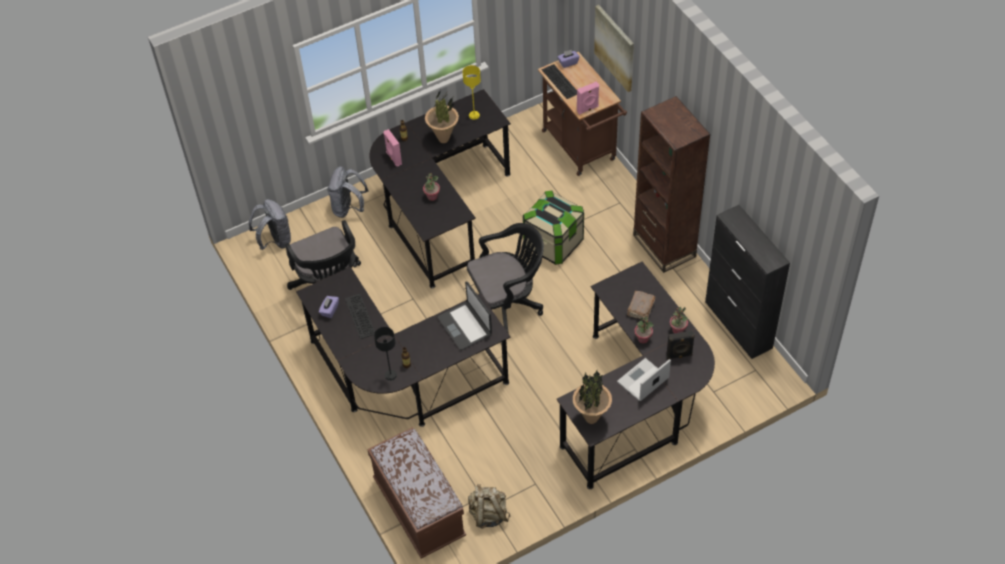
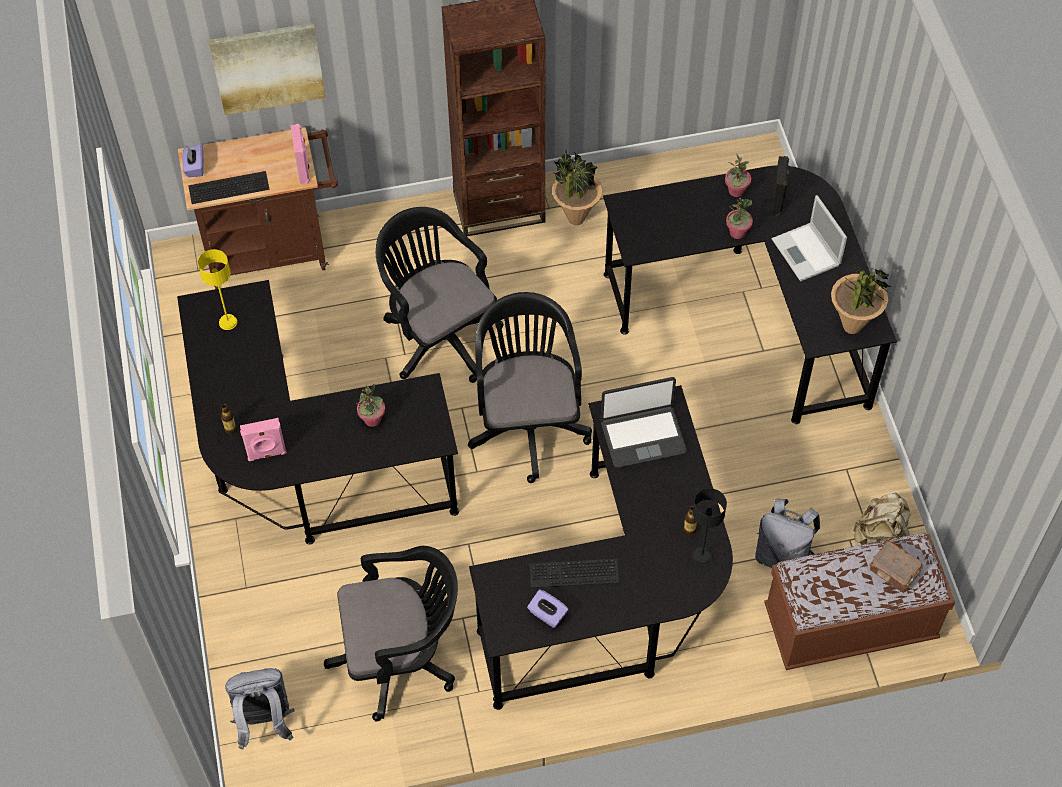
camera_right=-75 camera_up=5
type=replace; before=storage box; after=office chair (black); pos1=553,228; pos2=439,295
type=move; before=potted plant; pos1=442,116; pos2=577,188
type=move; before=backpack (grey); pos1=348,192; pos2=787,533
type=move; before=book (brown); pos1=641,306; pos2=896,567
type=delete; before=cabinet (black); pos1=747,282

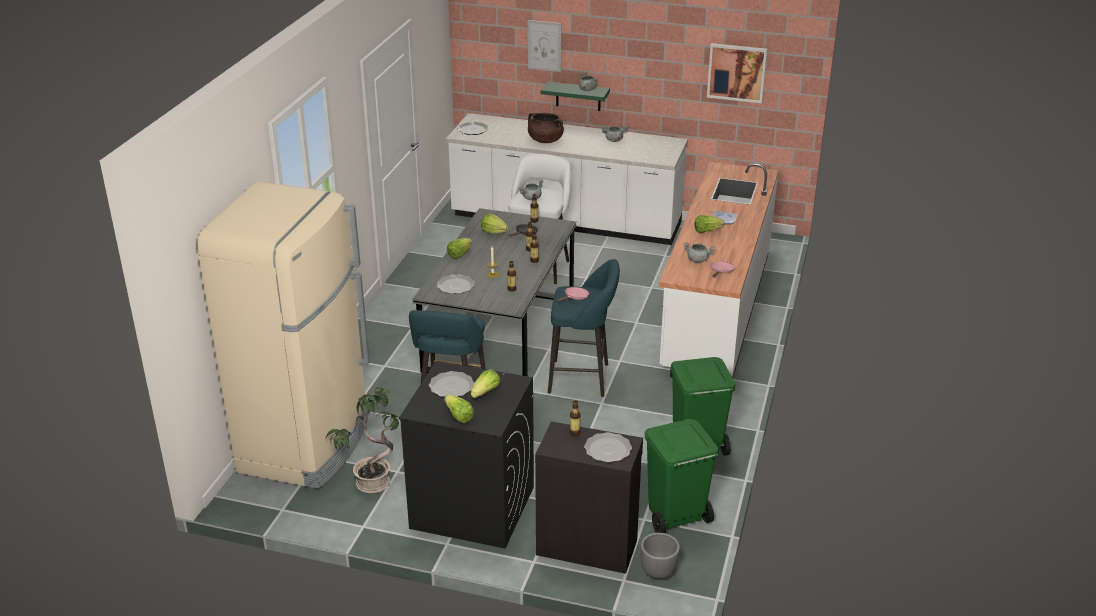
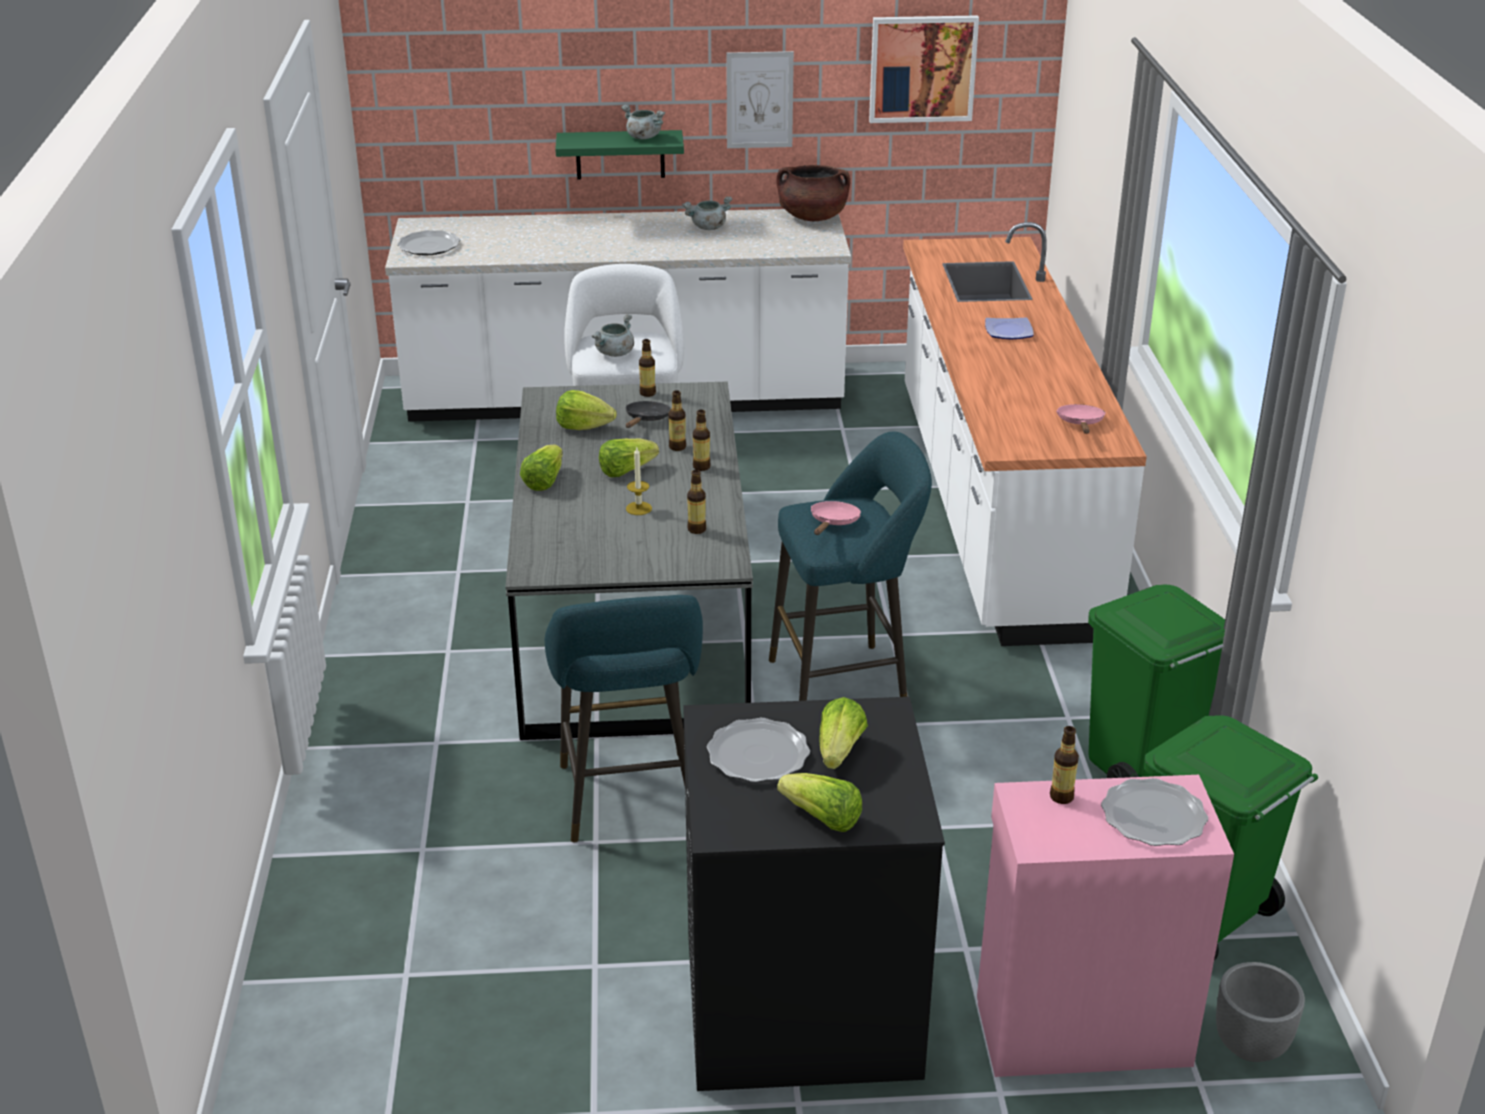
camera_right=-20 camera_up=0
type=move; before=lettuce; pos1=709,224; pos2=629,457
type=move; before=picture; pos1=544,46; pos2=760,99
type=move; before=cooking pot (brown); pos1=546,128; pos2=813,193
type=recolor; before=cabinet (black); after=cabinet (pink); pos1=589,497; pos2=1105,926
type=delete; before=fridge (beige); pos1=283,335
type=delete; before=potted plant; pos1=363,440
type=delete; before=plate; pos1=456,284
type=delete; before=cooking pot (grey); pos1=699,252

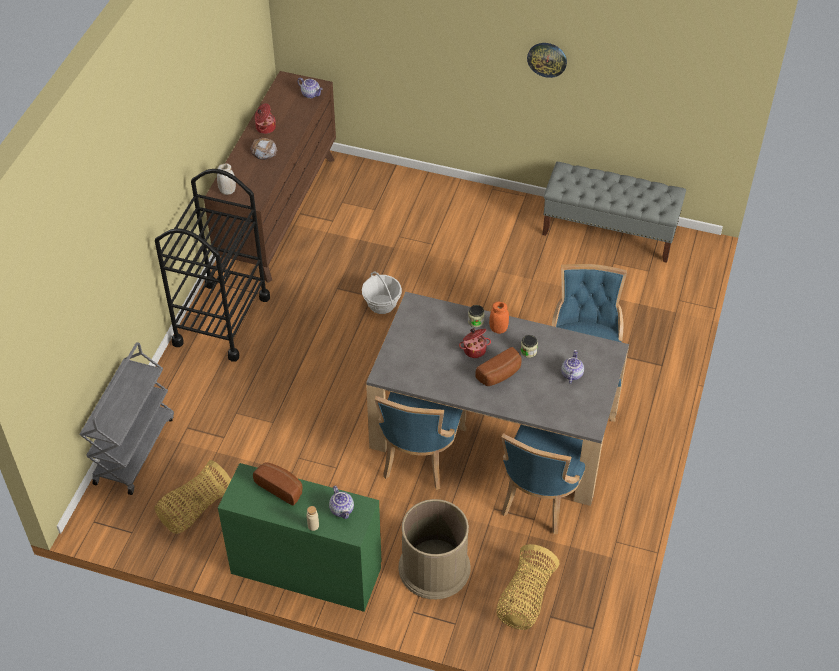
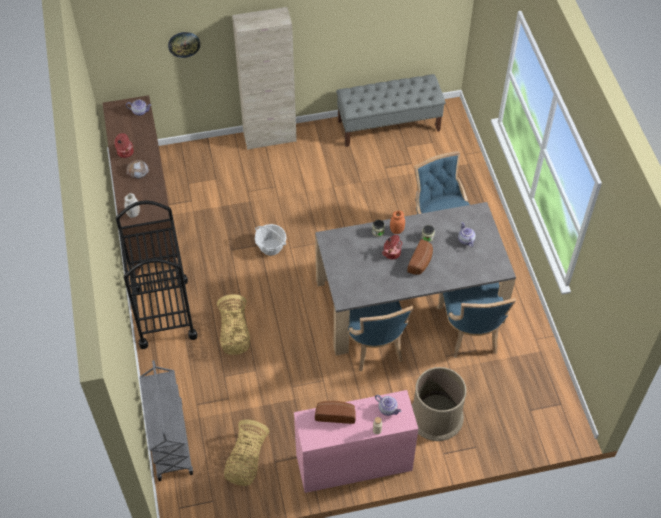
camera_right=-30 camera_up=5
type=move; before=wall clock; pos1=547,60; pos2=184,45
type=move; before=basket; pos1=528,587; pos2=233,324
type=insert; after=cabinet (beige); pos2=264,78
type=recolor; before=desk (green); after=desk (pink); pos1=300,537; pos2=356,441

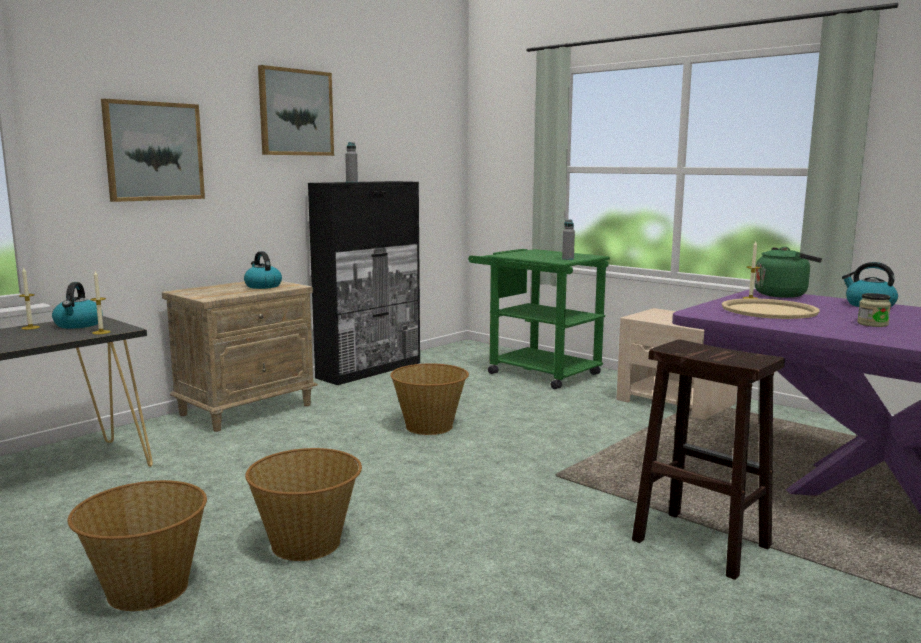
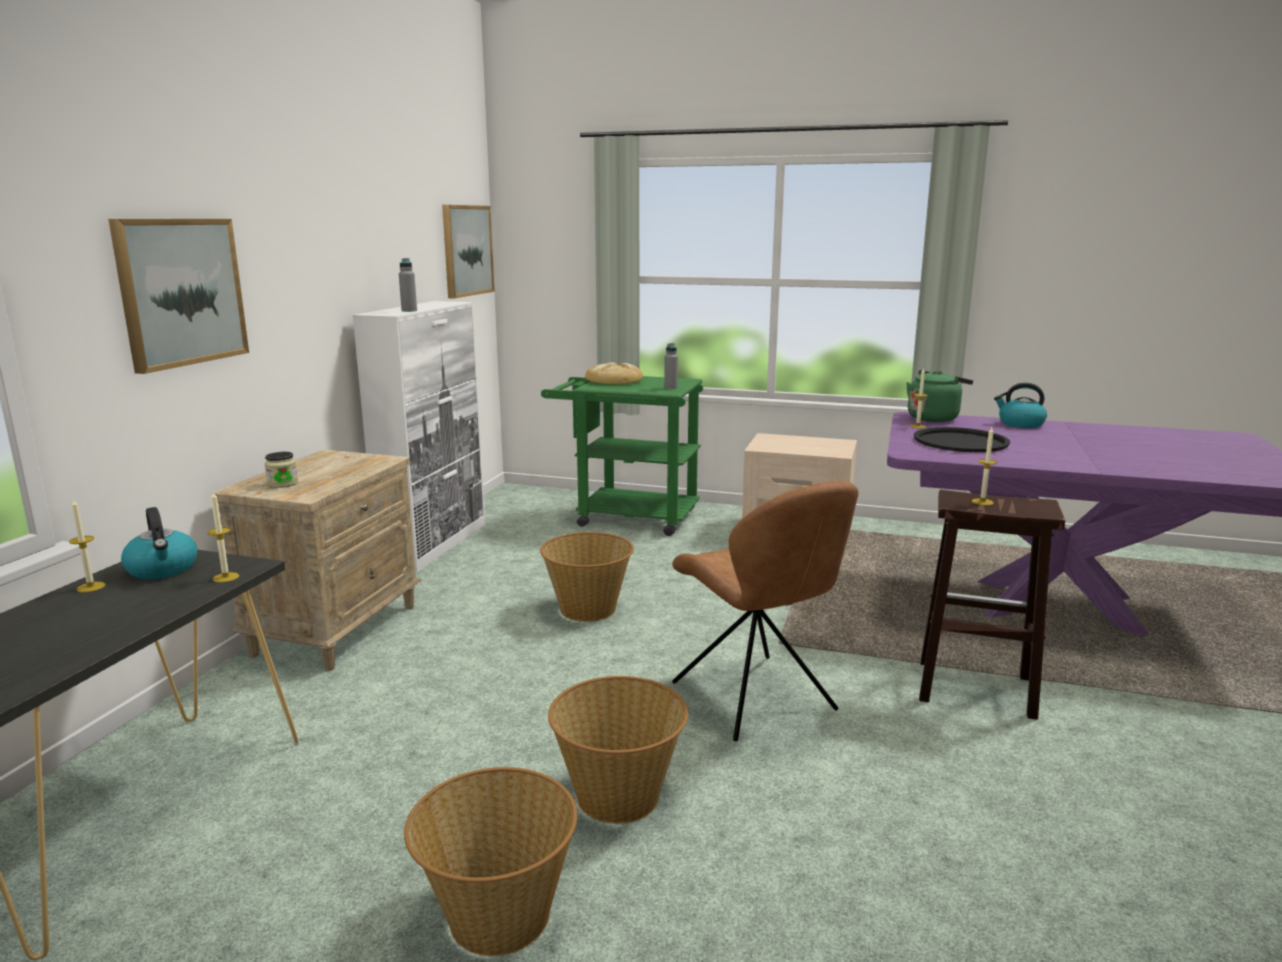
camera_right=-25 camera_up=5
type=move; before=jar; pos1=874,310; pos2=281,470
type=recolor; before=cabinet (black); after=cabinet (white); pos1=364,283; pos2=419,436
type=move; before=picture; pos1=296,110; pos2=468,251
type=insert; after=bread; pos2=614,373
type=insert; after=chair (brown); pos2=765,611
type=recolor; before=tray (beige); after=tray (black); pos1=771,308; pos2=962,439
type=insert; after=candle; pos2=984,466
type=delete; before=kettle; pos1=263,270

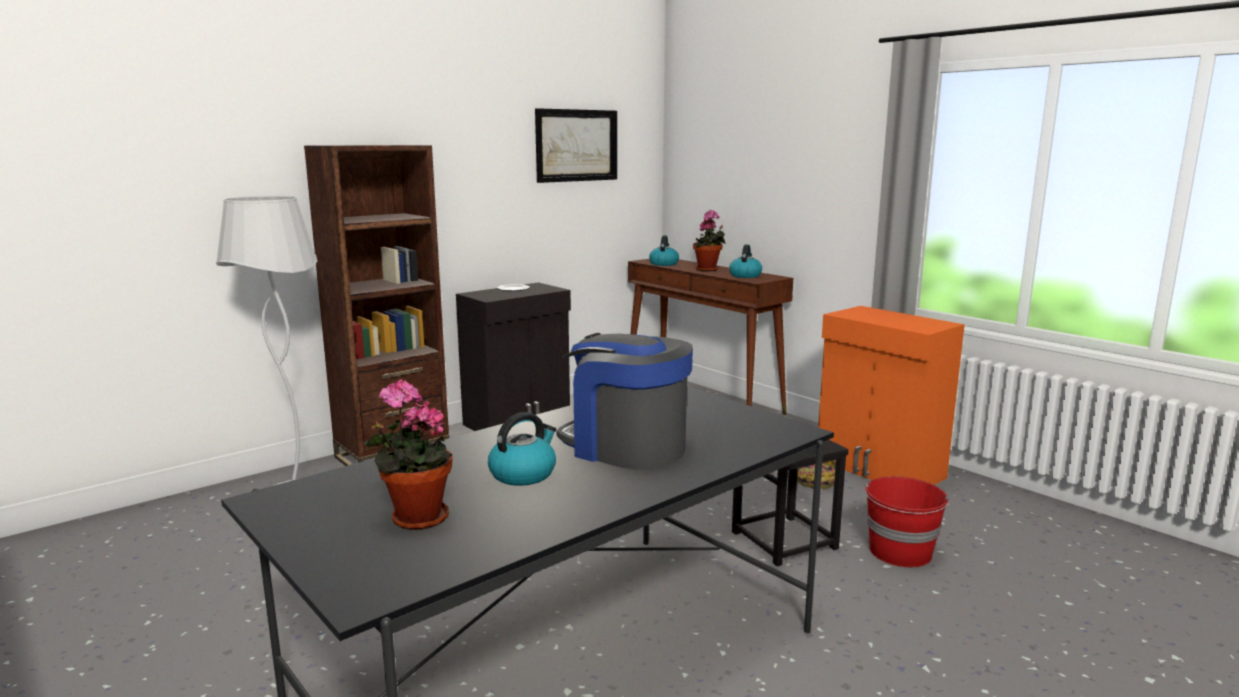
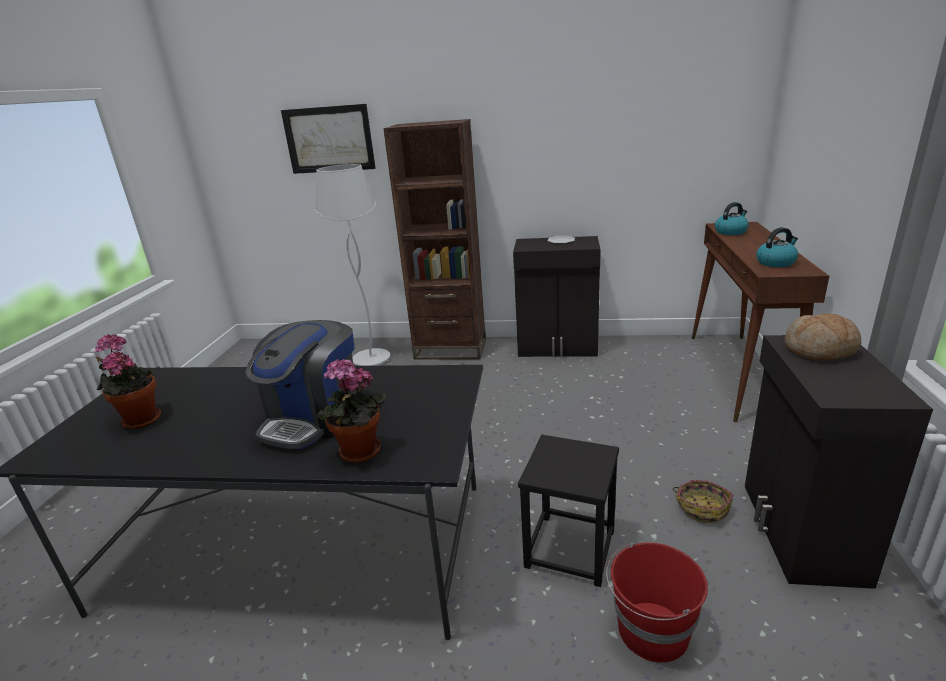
camera_right=50 camera_up=10
type=rotate; before=coffee machine; pos1=625,401; pos2=301,384; turn=-150
type=move; before=picture; pos1=576,145; pos2=328,139
type=move; before=potted plant; pos1=709,241; pos2=351,411
type=recolor; before=cabinet (orange); after=cabinet (black); pos1=891,395; pos2=839,462
type=insert; after=bread; pos2=822,337
type=delete; before=kettle; pos1=522,449

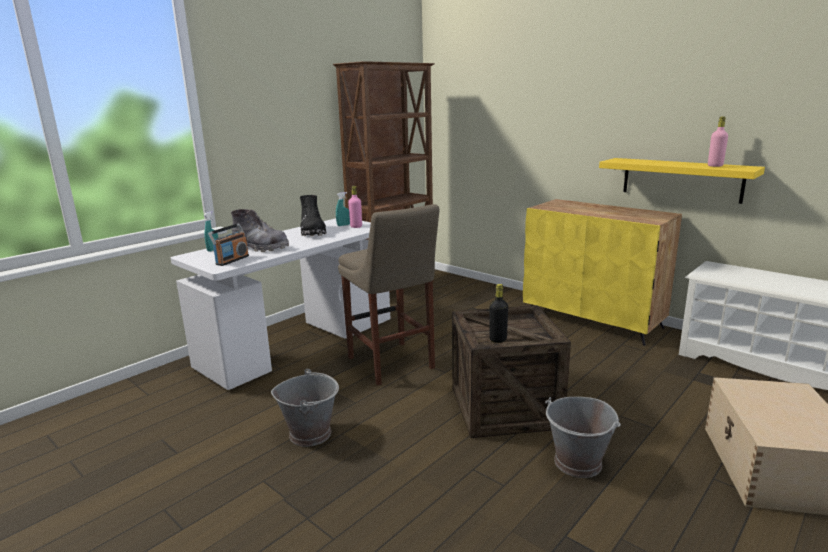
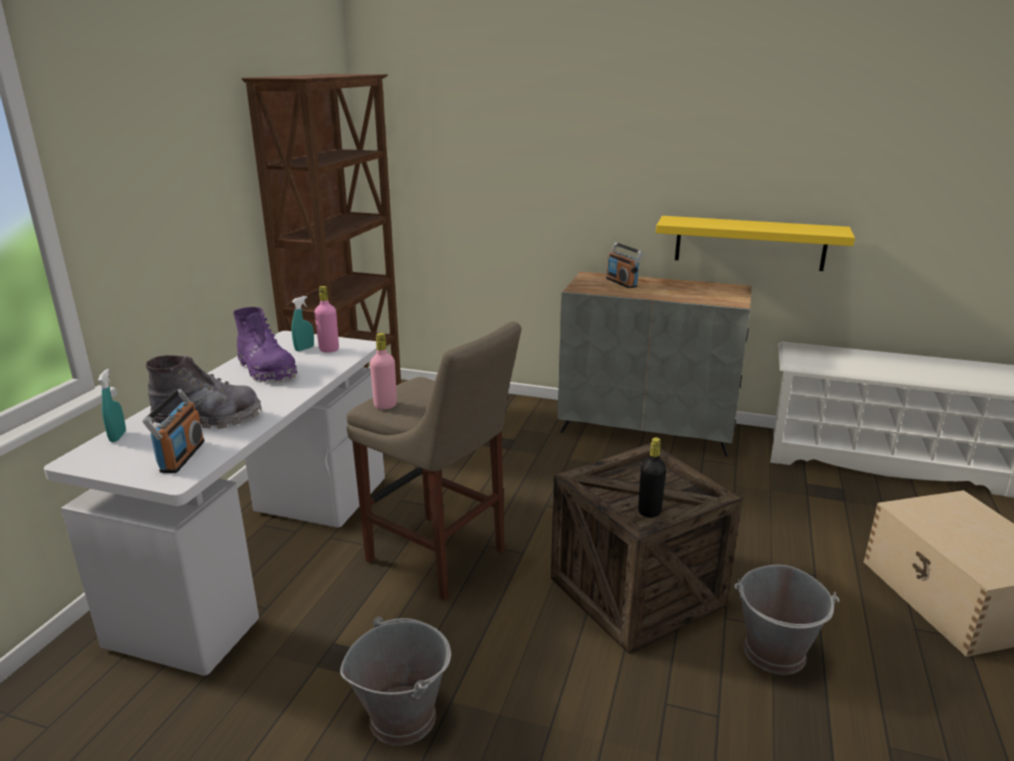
camera_right=-25 camera_up=5
type=recolor; before=boot (black); after=boot (purple); pos1=313,215; pos2=265,344
type=move; before=bottle (pink); pos1=718,141; pos2=383,371
type=recolor; before=cabinet (yellow); after=cabinet (grey); pos1=602,272; pos2=654,364
type=insert; after=radio; pos2=624,265

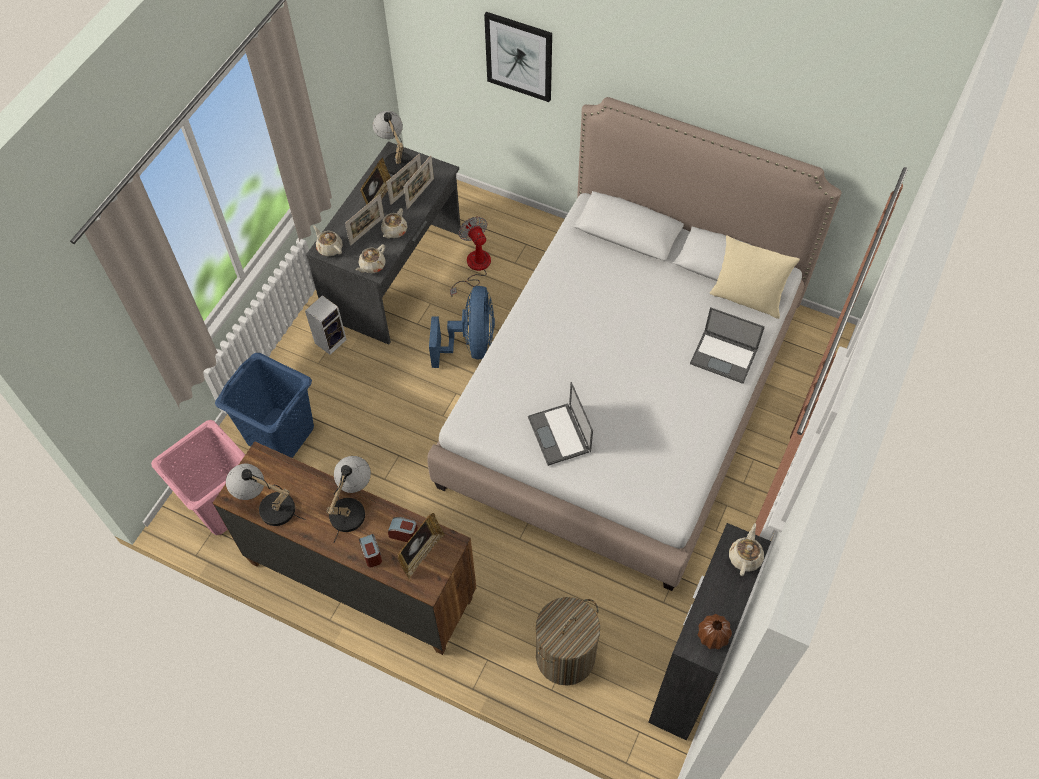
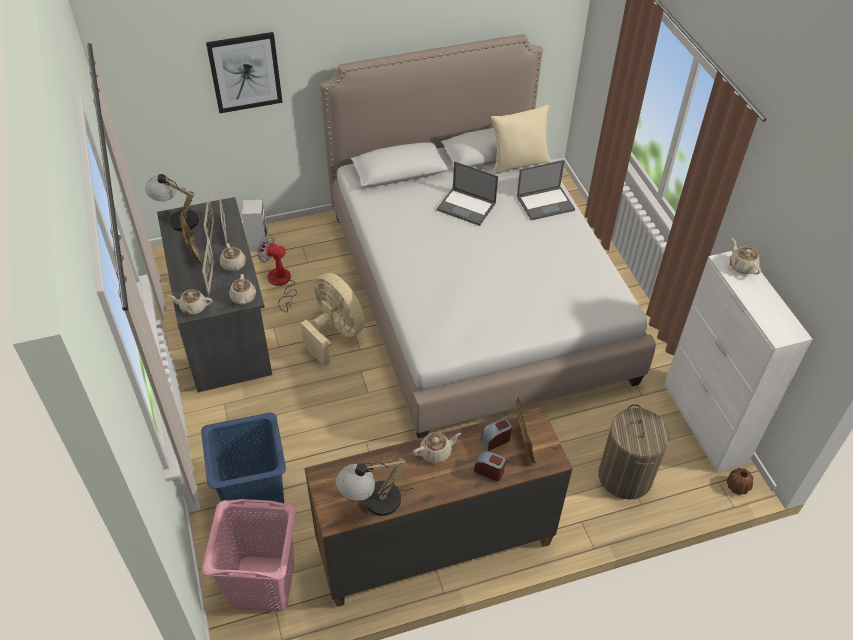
camera_right=-45 camera_up=-10
type=move; before=speaker; pos1=326,325; pos2=255,225
type=recolor; before=fan (blue); after=fan (beige); pos1=462,327; pos2=333,320
type=replace; before=table lamp; after=teapot (beige); pos1=348,499; pos2=437,448
type=move; before=laptop; pos1=560,424; pos2=467,193
type=recolor; before=cabinet (black); after=cabinet (white); pos1=709,632; pos2=738,361
type=move; before=vase (brown); pos1=715,632; pos2=739,481

